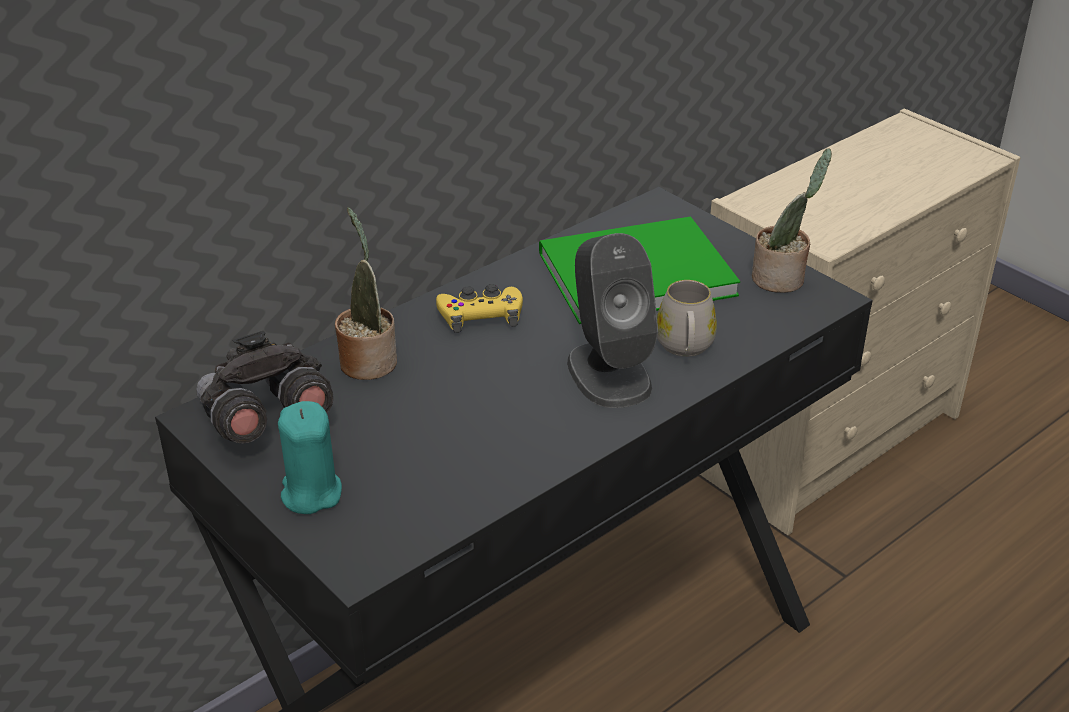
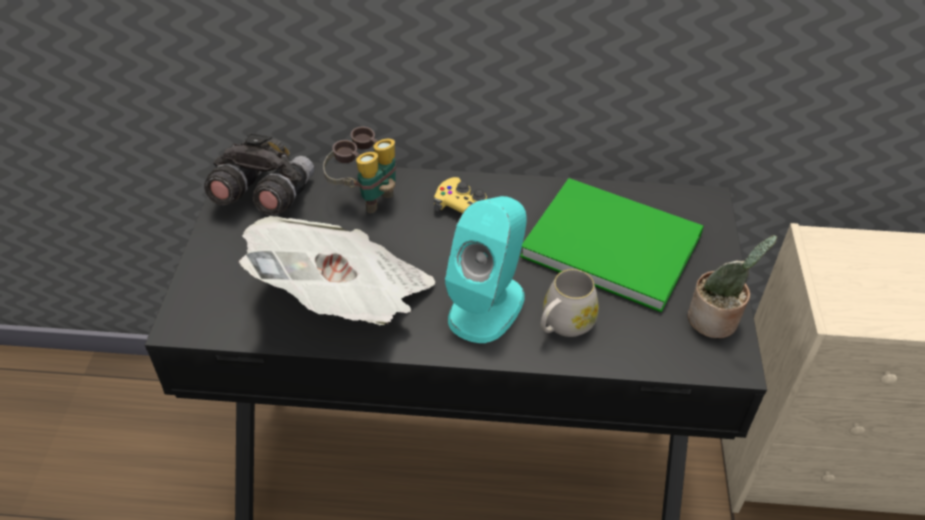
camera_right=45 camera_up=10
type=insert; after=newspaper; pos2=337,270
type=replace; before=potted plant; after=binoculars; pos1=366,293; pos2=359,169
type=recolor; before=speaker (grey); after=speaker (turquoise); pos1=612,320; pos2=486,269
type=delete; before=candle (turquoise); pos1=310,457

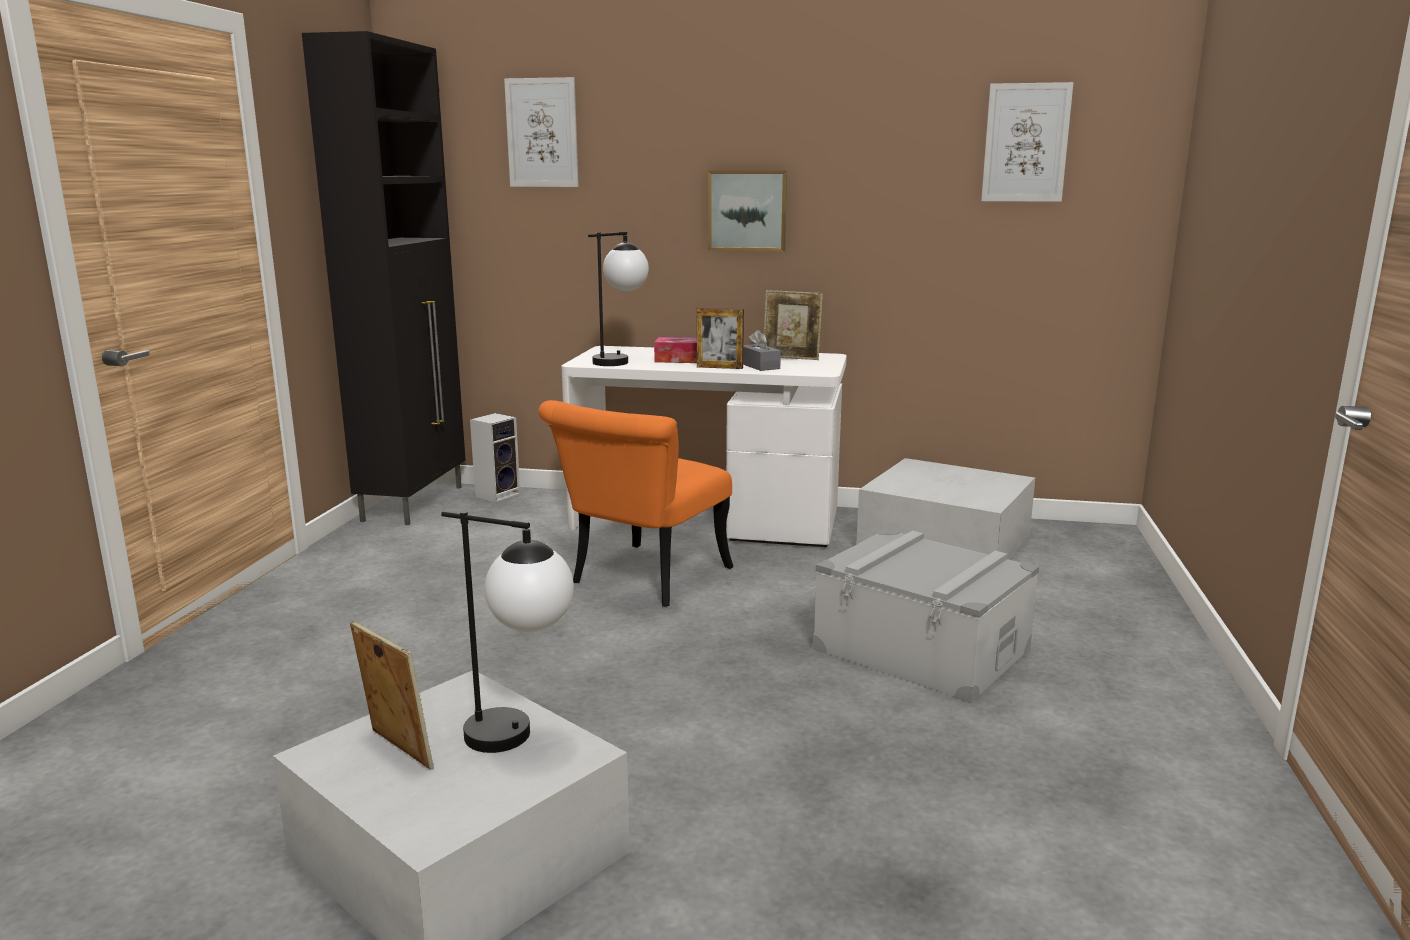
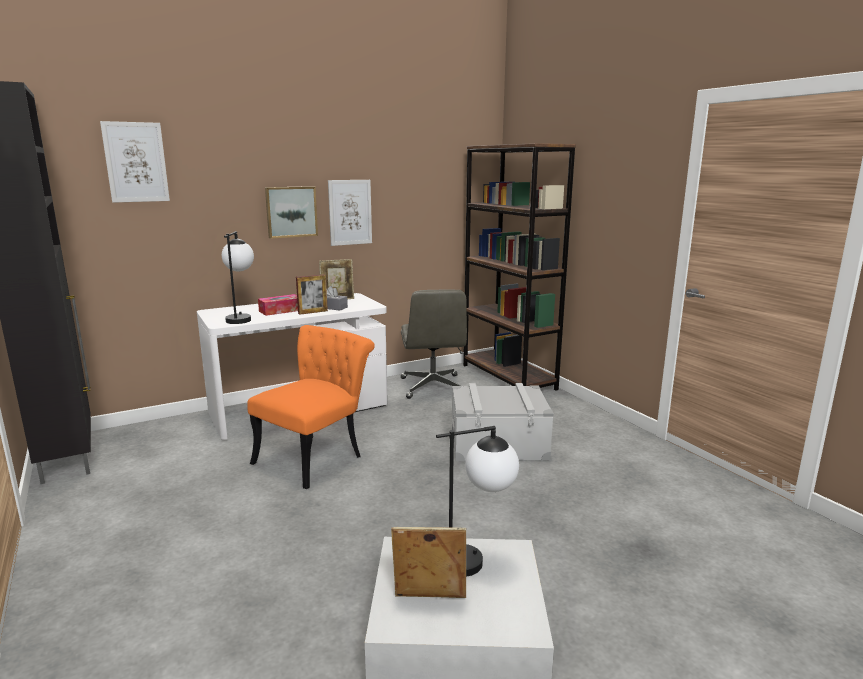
camera_right=-40 camera_up=0
type=rotate; before=chair (orange); pos1=636,503; pos2=311,407; turn=-135
type=move; before=picture; pos1=1027,142; pos2=350,213
type=replace; before=storage box (white); after=office chair (grey); pos1=945,509; pos2=434,344
type=insert; after=bookcase (brown); pos2=519,266
type=delete; before=speaker; pos1=495,457

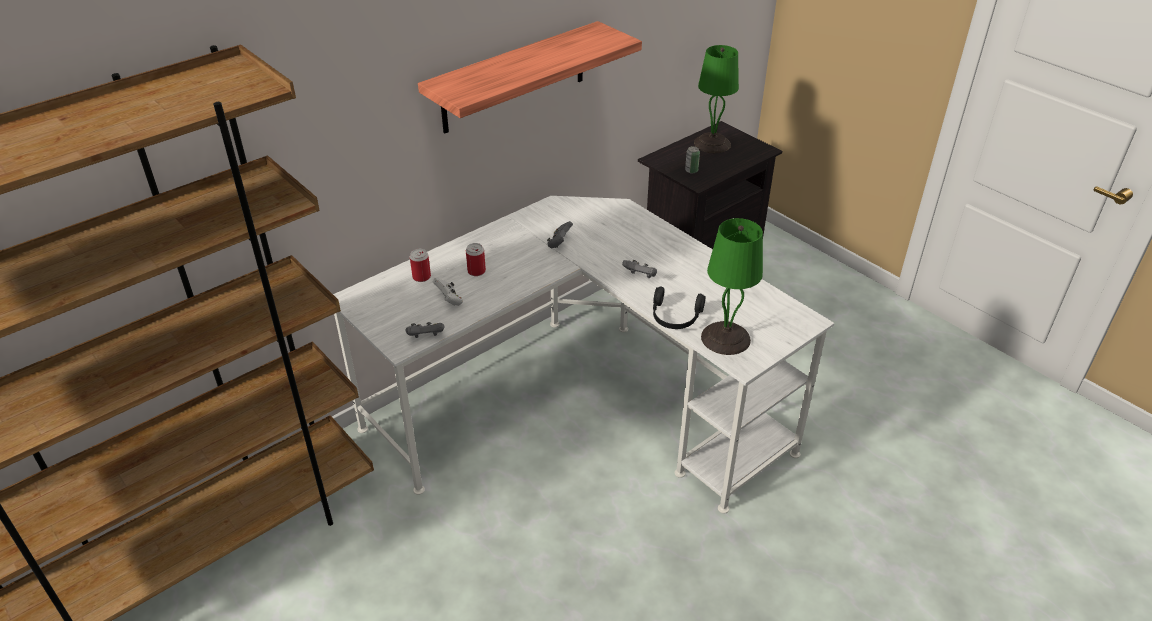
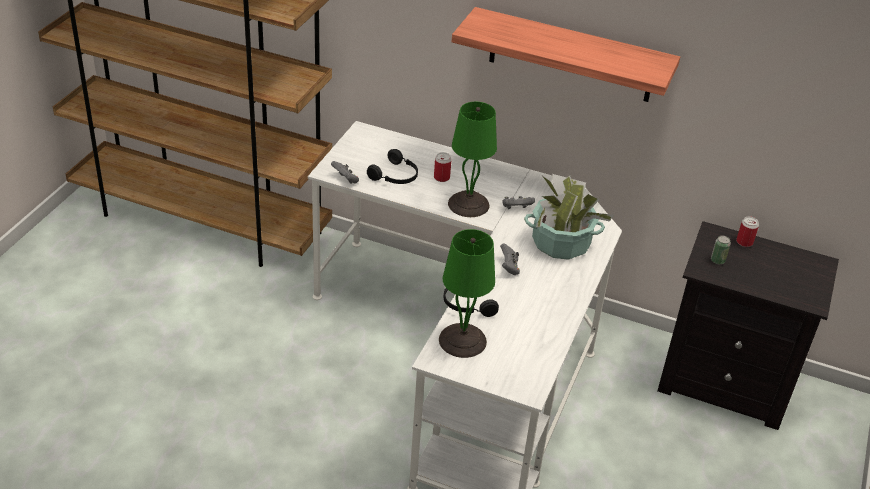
camera_right=60 camera_up=0
type=replace; before=game controller (white); after=headphones (black); pos1=448,292; pos2=392,166
type=move; before=table lamp (green); pos1=716,99; pos2=472,159
type=insert; after=potted plant; pos2=569,217
type=move; before=can; pos1=420,265; pos2=747,231

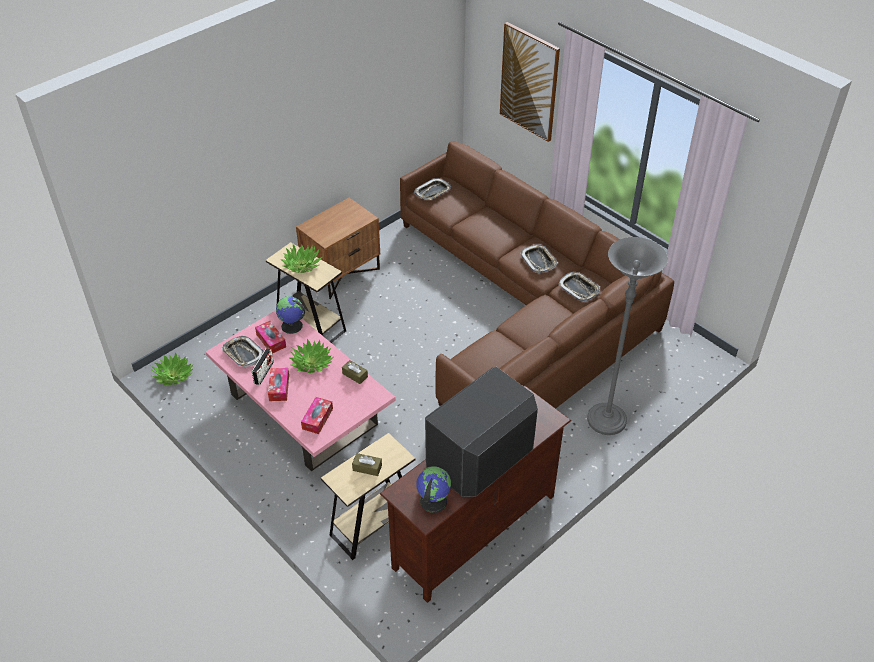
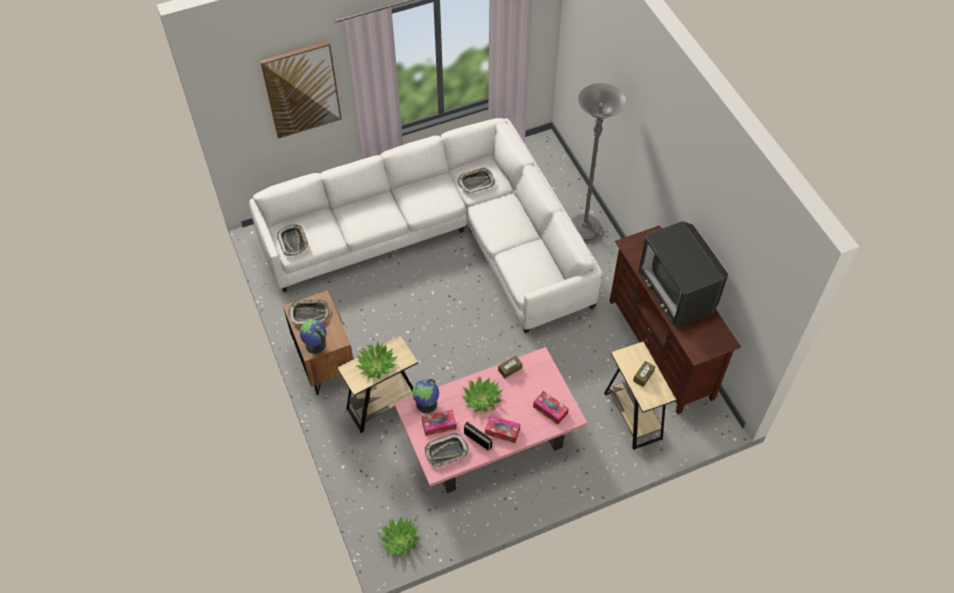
camera_right=-70 camera_up=10
type=recolor; before=sofa (brown); after=sofa (white); pos1=537,275; pos2=425,226
type=move; before=tray; pos1=539,258; pos2=309,312
type=move; before=globe; pos1=433,489; pos2=313,337

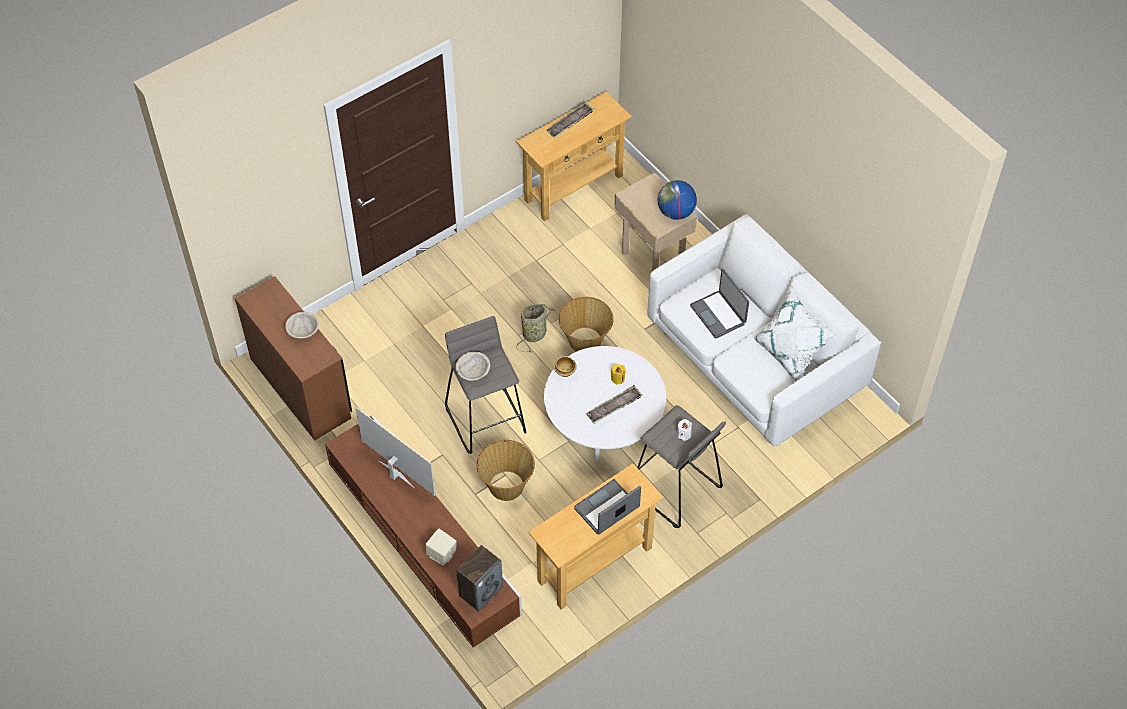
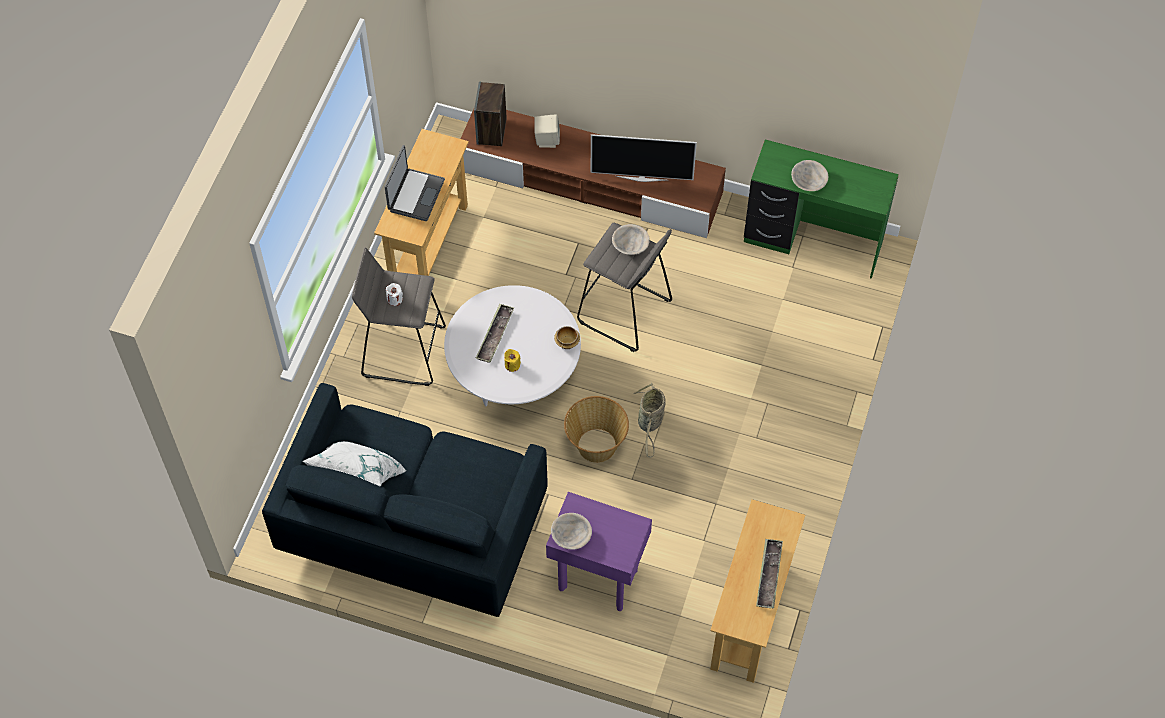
camera_right=145 camera_up=5
type=recolor; before=sofa (white); after=sofa (blue); pos1=764,330; pos2=405,500
type=recolor; before=side table (beige); after=side table (purple); pos1=655,222; pos2=599,551
type=replace; before=globe; after=bowl (beige); pos1=677,200; pos2=571,531
type=recolor; before=desk (brown); after=desk (green); pos1=293,358; pos2=821,209
type=delete; before=basket; pos1=506,470
type=delete; before=laptop; pos1=719,304

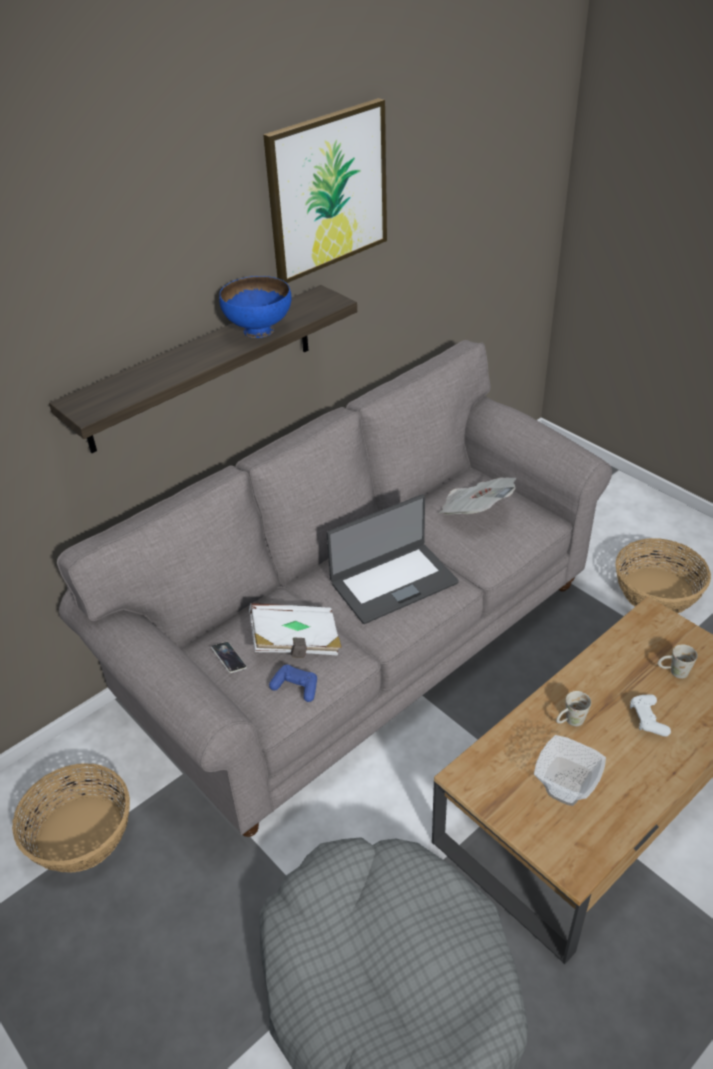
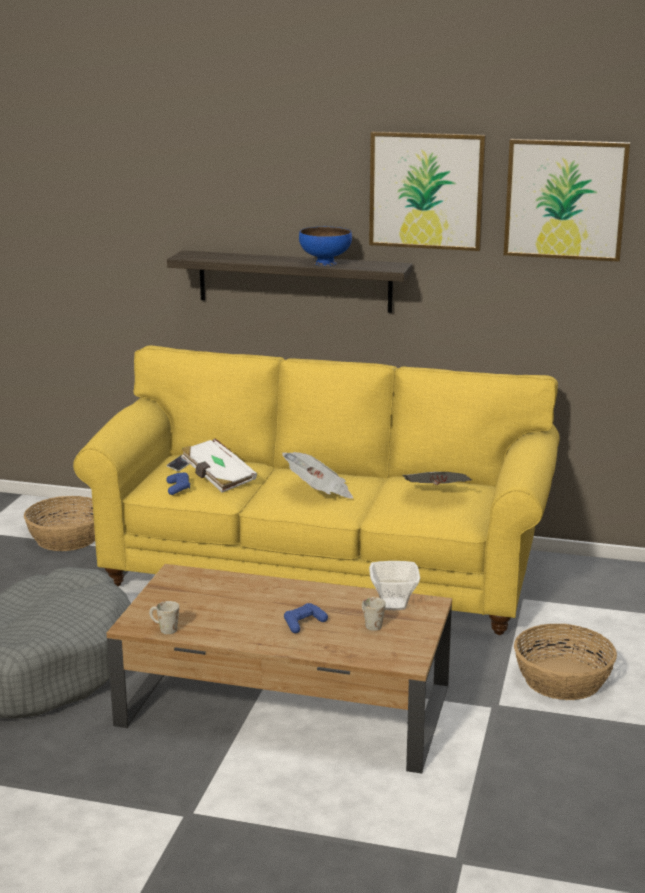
camera_right=55 camera_up=-20
type=recolor; before=sofa (grey); after=sofa (yellow); pos1=334,588; pos2=316,490
type=move; before=mug (white); pos1=573,708; pos2=164,617
type=replace; before=laptop; after=newspaper; pos1=393,559; pos2=317,475
type=recolor; before=game controller (white); after=game controller (blue); pos1=650,715; pos2=306,618
type=move; before=bowl; pos1=570,770; pos2=394,585
type=insert; after=picture; pos2=567,200

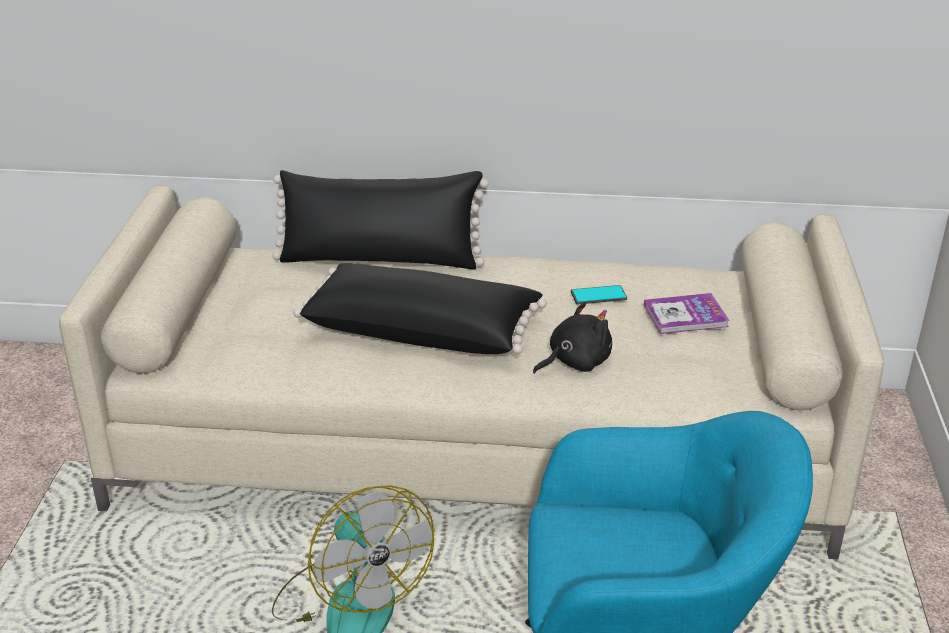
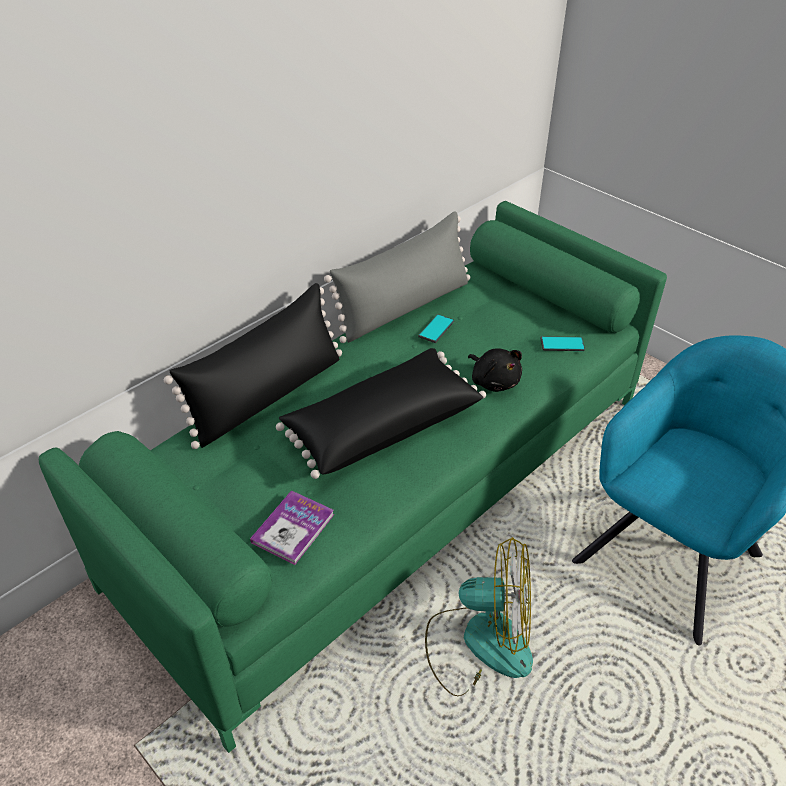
camera_right=-50 camera_up=10
type=recolor; before=sofa (beige); after=sofa (green); pos1=471,372; pos2=353,477
type=move; before=book; pos1=687,313; pos2=292,527
type=insert; after=pillow (grey); pos2=397,277
type=rotate; before=plush toy (black); pos1=572,338; pos2=495,370; turn=135
type=insert; after=phone; pos2=562,343

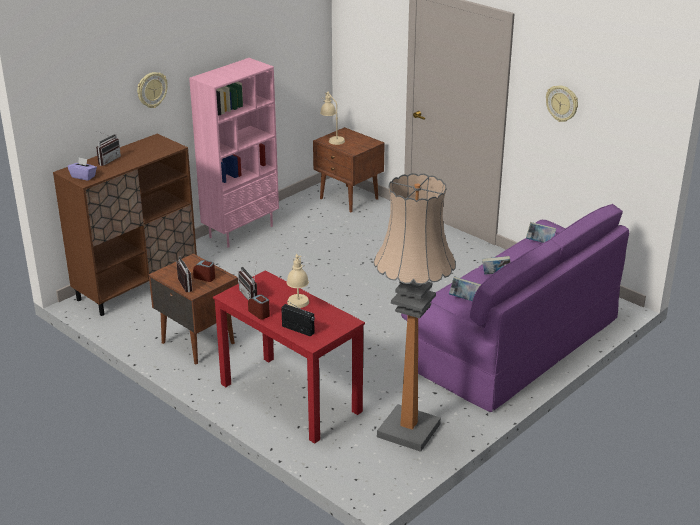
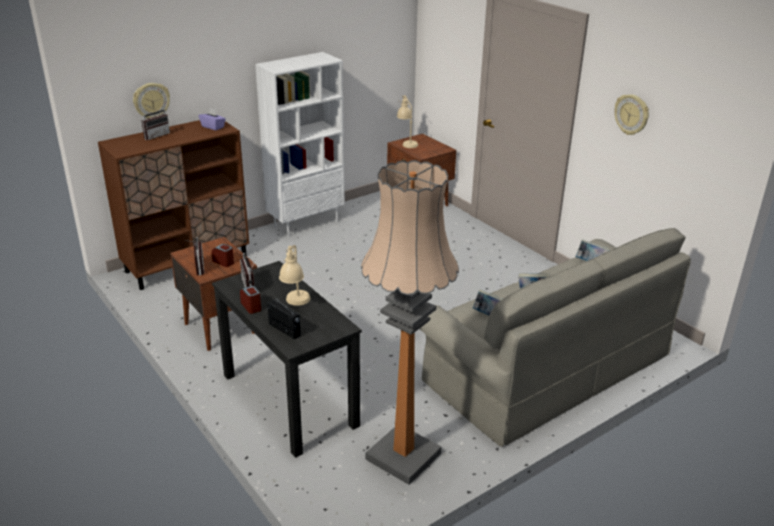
camera_right=10 camera_up=0
type=move; before=wall clock; pos1=152,90; pos2=151,101
type=move; before=tissue box (purple); pos1=82,169; pos2=212,119
type=recolor; before=desk (red); after=desk (black); pos1=289,357; pos2=287,359
type=recolor; before=bookcase (pink); after=bookcase (white); pos1=234,153; pos2=300,144
type=recolor; before=sofa (purple); after=sofa (grey); pos1=515,308; pos2=555,337

